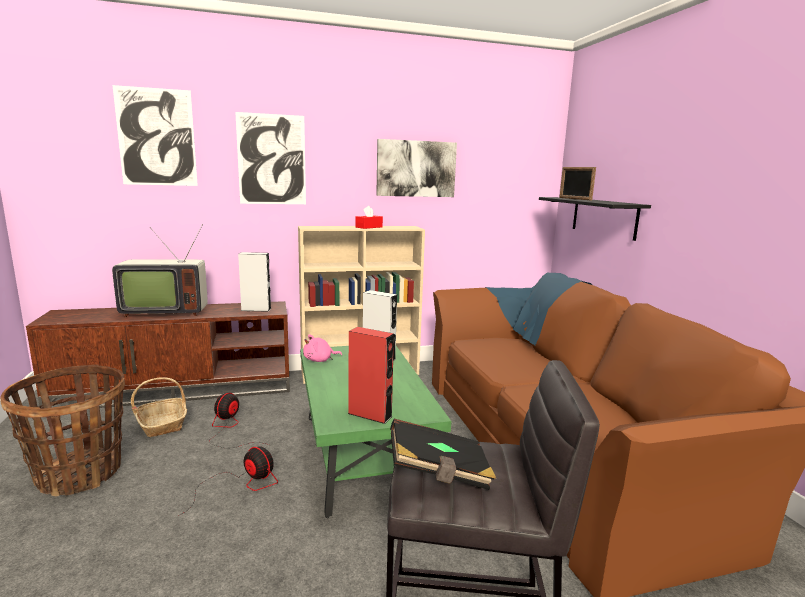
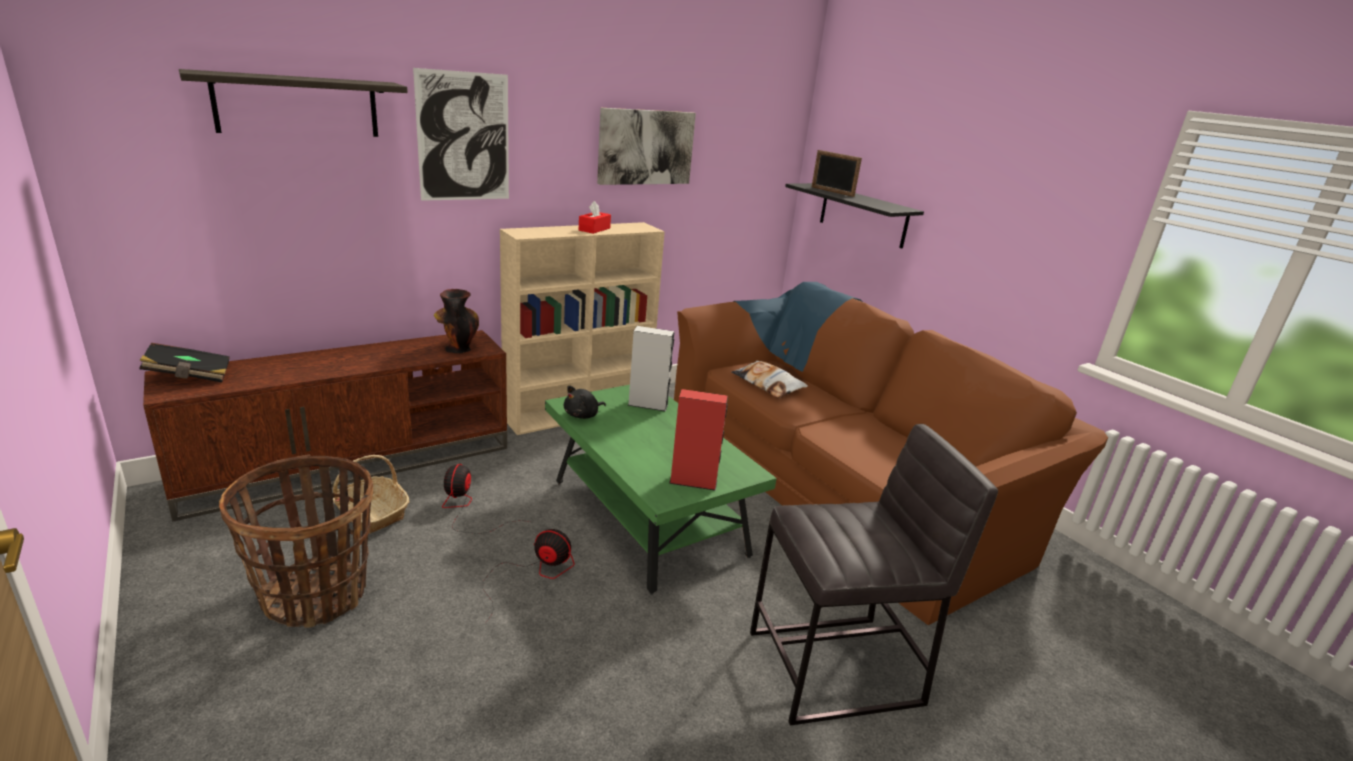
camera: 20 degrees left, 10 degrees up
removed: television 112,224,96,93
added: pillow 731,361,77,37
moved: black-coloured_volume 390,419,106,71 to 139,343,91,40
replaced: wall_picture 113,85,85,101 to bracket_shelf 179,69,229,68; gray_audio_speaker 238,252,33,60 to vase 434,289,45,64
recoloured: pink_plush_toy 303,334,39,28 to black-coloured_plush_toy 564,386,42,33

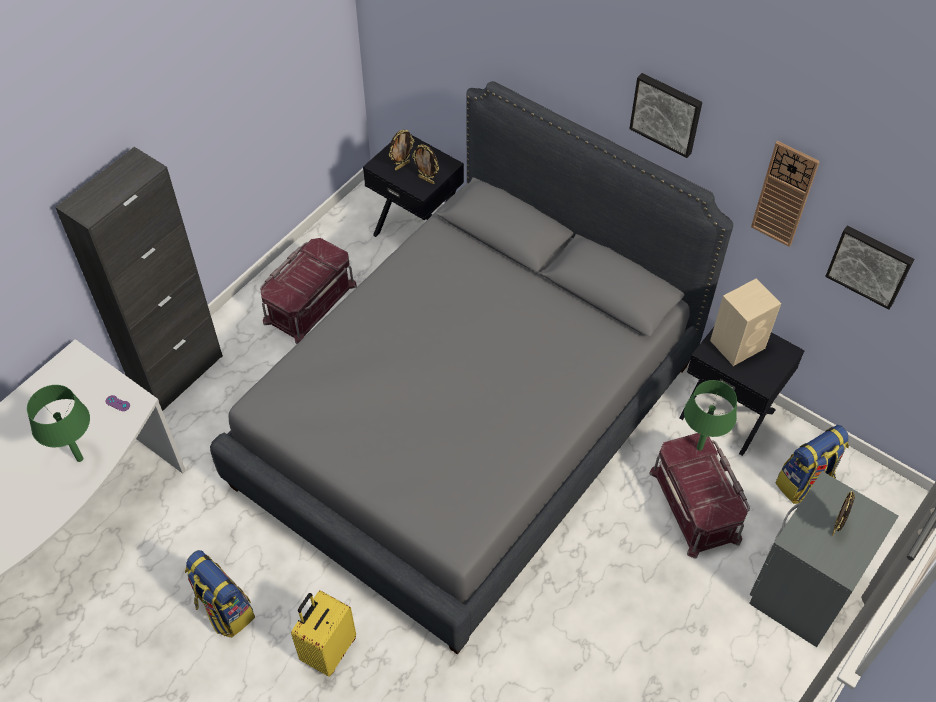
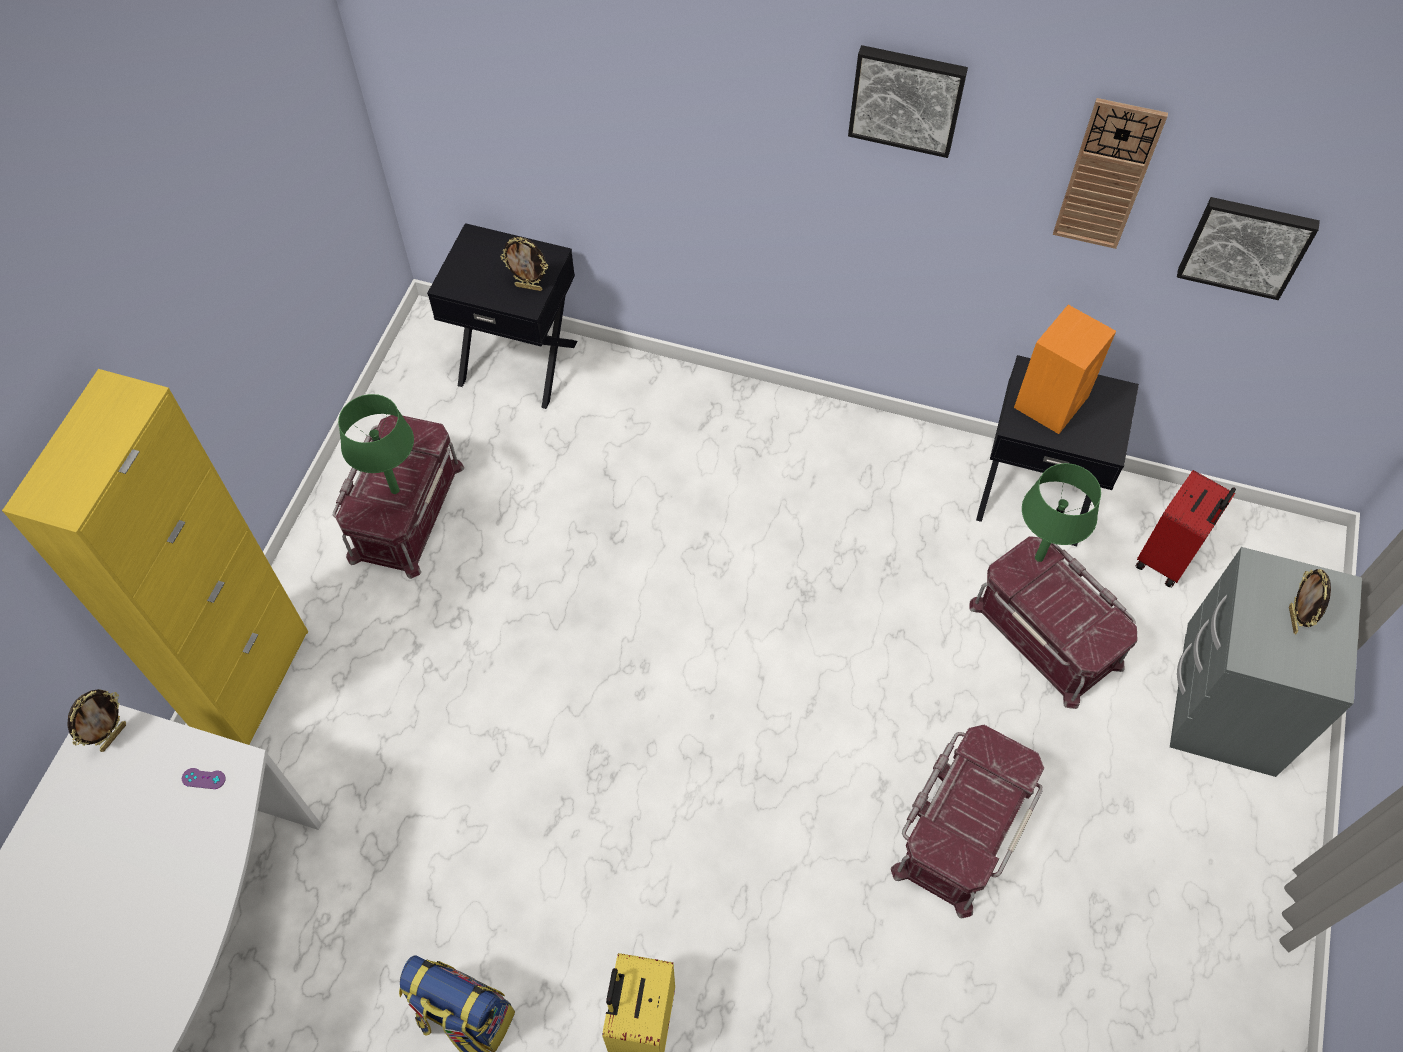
camera: 20 degrees left, 5 degrees up
removed: gray_bed 210,81,523,574
added: reddish_storage_bin 891,725,153,193
moved: standing_frame 389,130,25,40 to 67,689,59,63; green_lamp_for_a_table 27,385,63,77 to 338,394,76,100
replaced: knapsack 775,425,74,79 to reddish_piece_of_luggage 1135,470,101,117
recoloured: black-coloured_cupboard 55,147,168,264 to yellowish_cupboard 2,369,306,376; beige-coloured_audio_speaker 710,278,71,88 to orangey_audio_speaker 1014,305,102,129

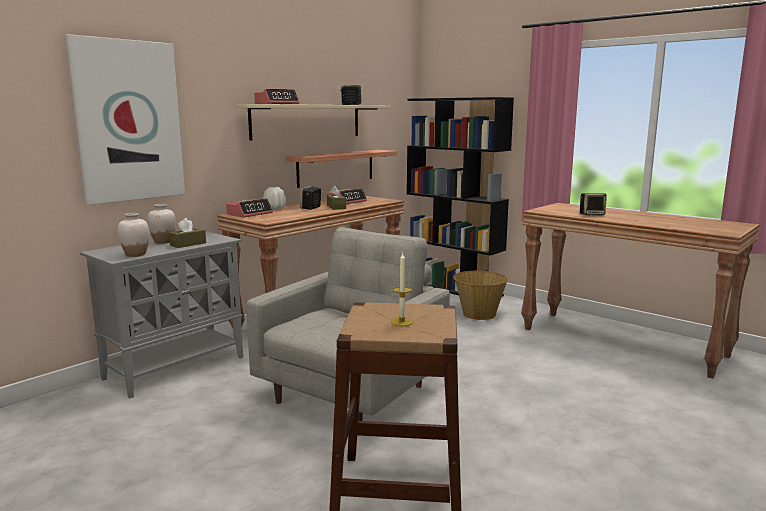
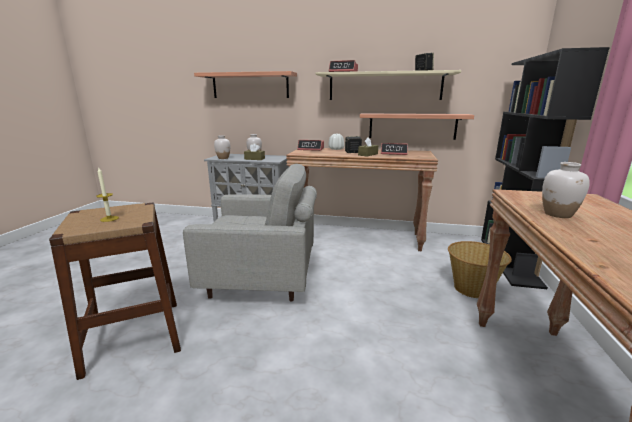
camera: 60 degrees right, 5 degrees up
replaced: wall_picture 65,34,120,171 to bracket_shelf 194,71,103,27; audio_speaker 580,193,27,22 to whitish_vase 542,162,48,56

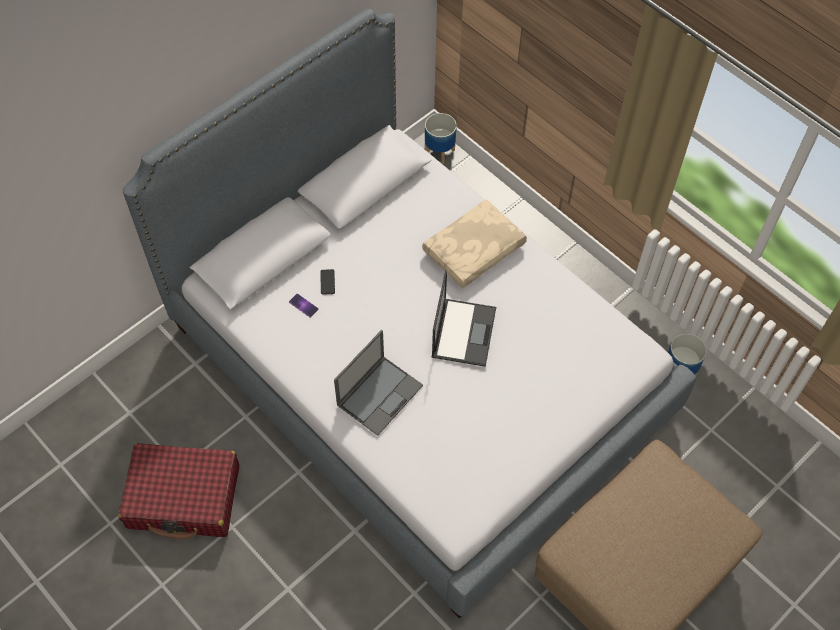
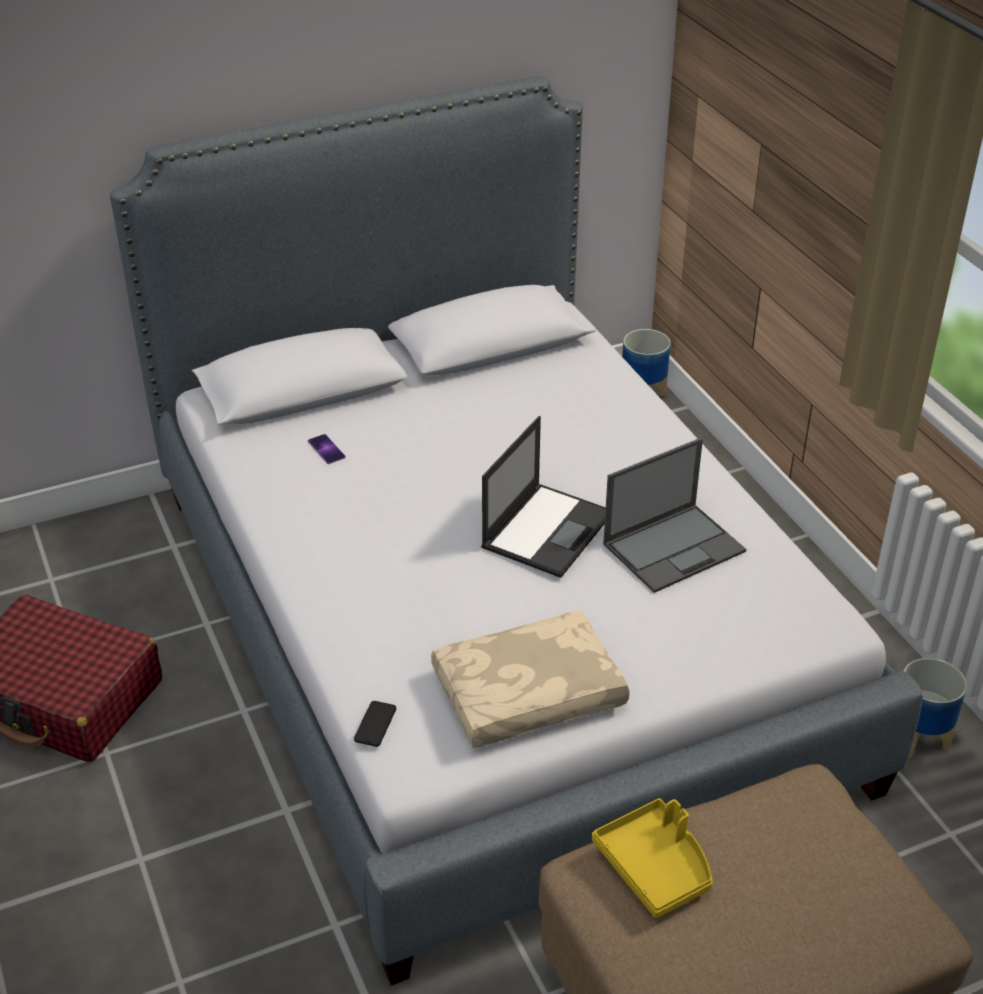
camera: 20 degrees right, 20 degrees down
added: yellowish_serving_tray 592,798,121,120
moved: beige-coloured_pillow 422,199,105,89 to 431,610,199,138; telephone 320,269,15,26 to 354,701,42,46; notebook_computer 334,330,89,106 to 603,438,143,155

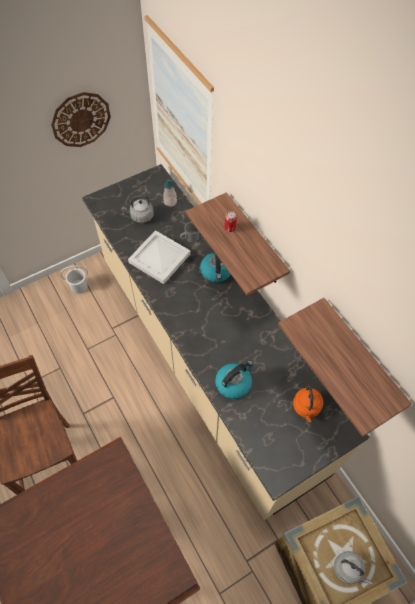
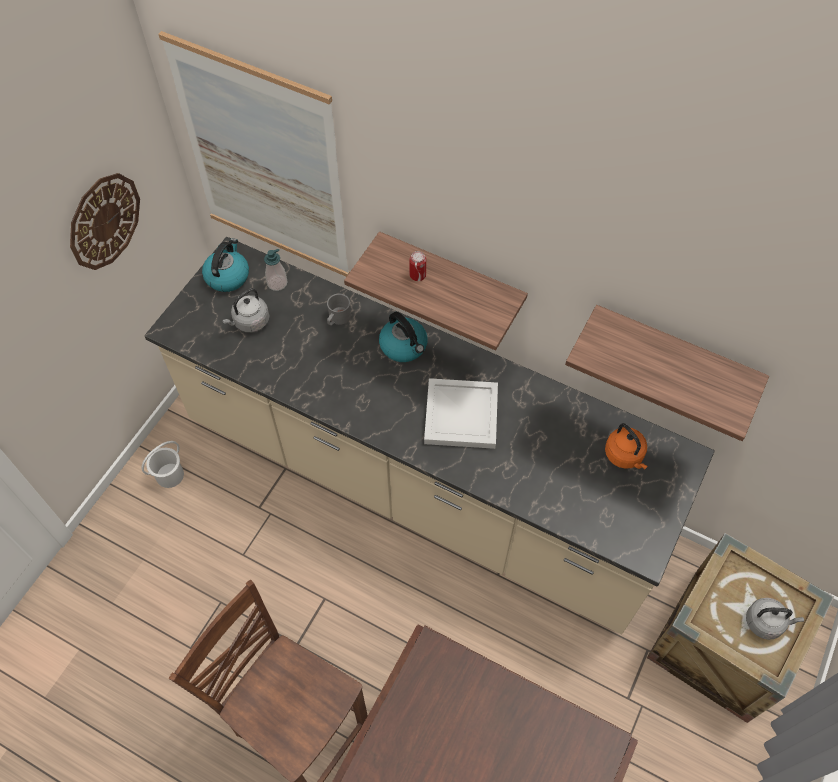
camera: 30 degrees left, 0 degrees up
moved: whitish_serving_tray 128,230,63,54 to 424,378,74,71; water_kettle 215,360,38,39 to 202,238,47,54

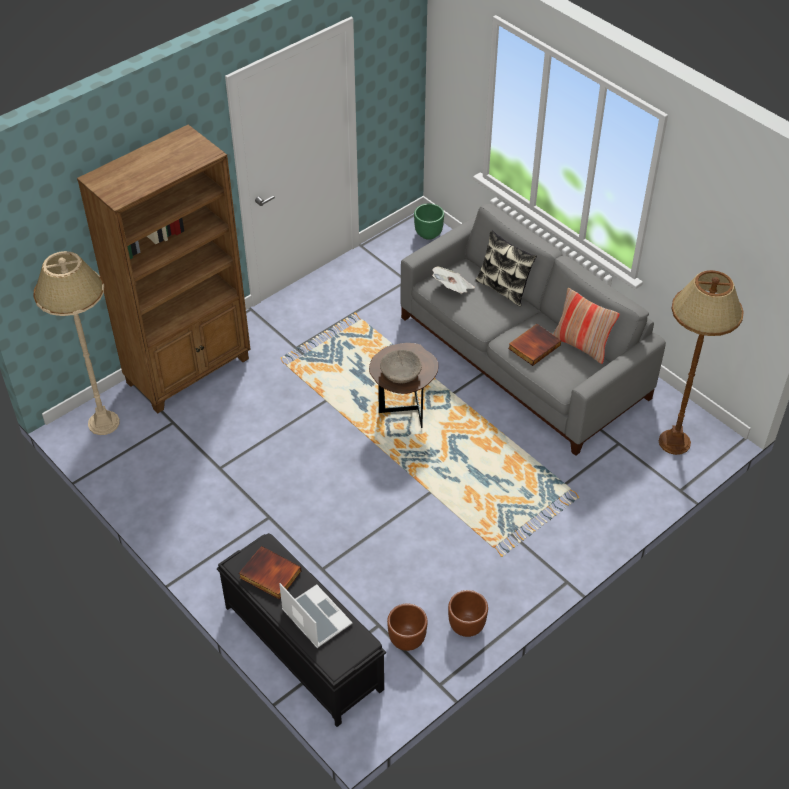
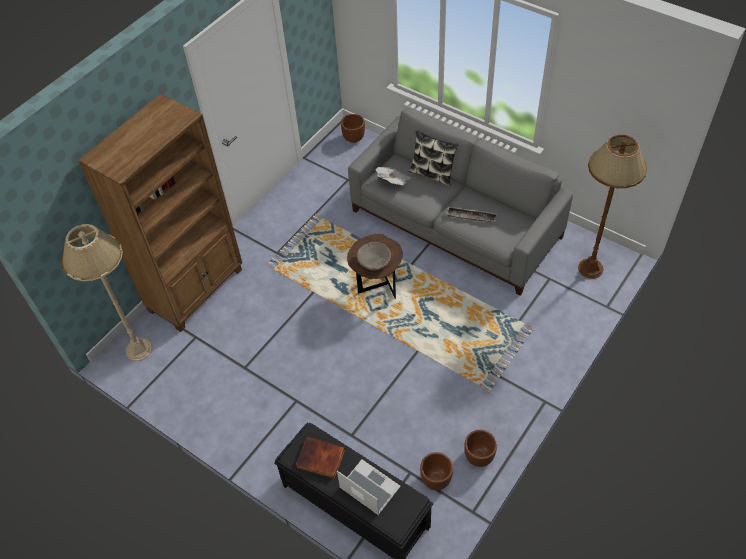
camera: 10 degrees left, 5 degrees up
removed: pillow 553,288,67,76
replaced: volume 508,324,53,42 to serving_tray 446,207,51,15
recoloured: green_flower_pot 414,203,30,37 to brownish_flower_pot 341,114,24,29

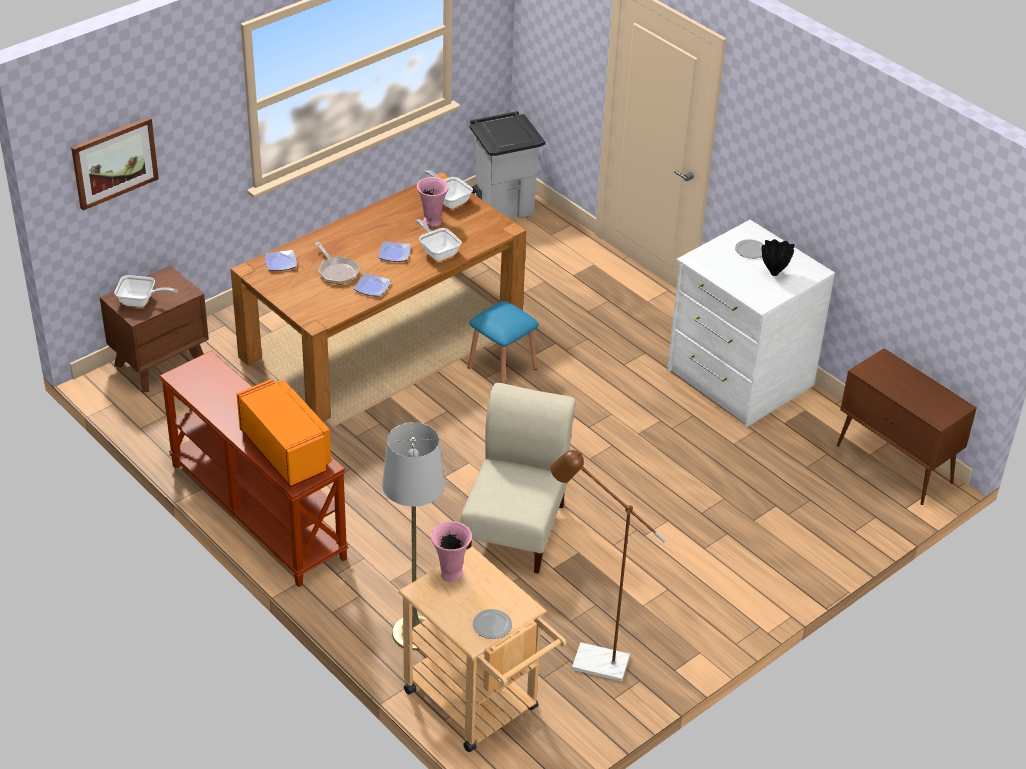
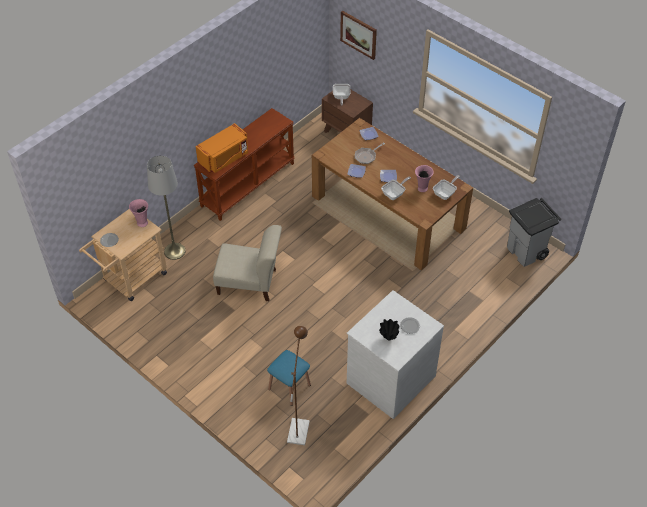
camera: 85 degrees right, 10 degrees up
removed: brownish_cupboard 837,348,140,157
moved: blue-coloured_sitting_stool 468,301,71,83 to 267,350,44,56; brownish_standard_lamp 550,450,116,232 to 287,326,23,119

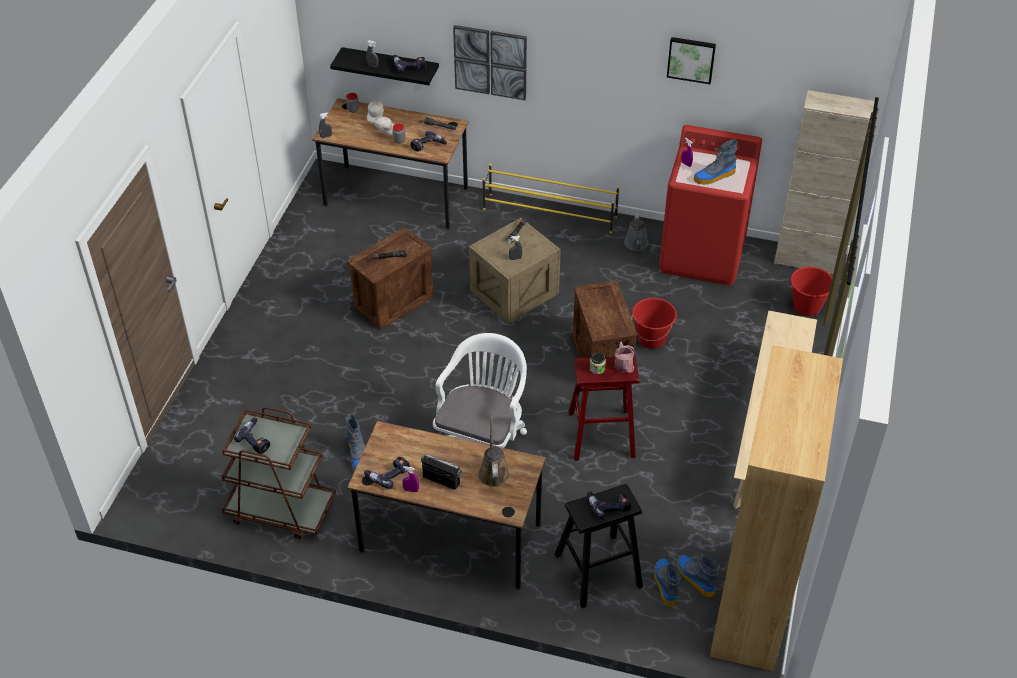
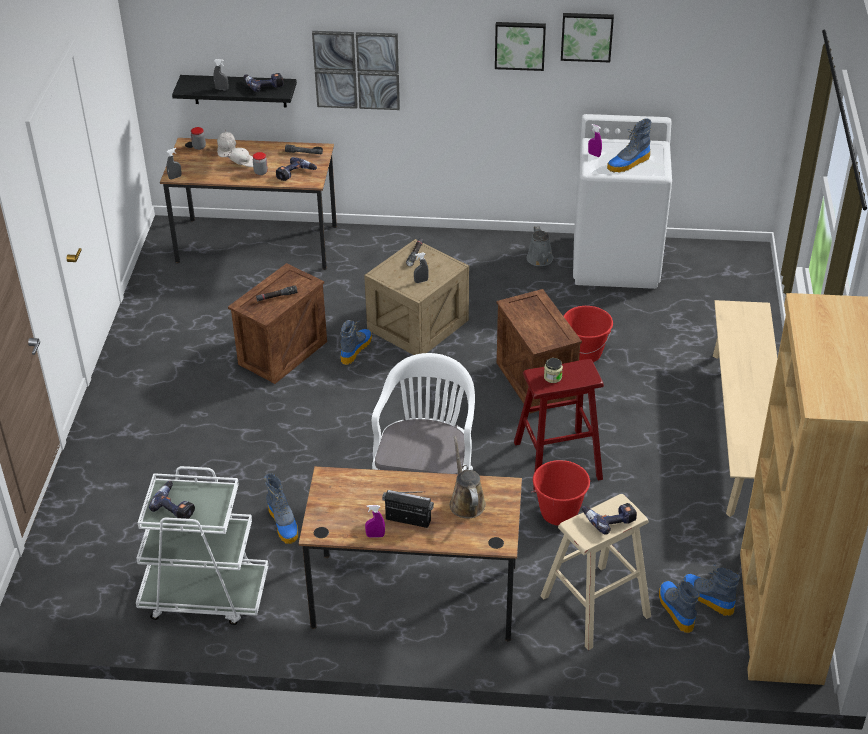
camera: 10 degrees left, 5 degrees down
removed: beige-coloured_cupboard 774,90,101,184; yellowish_shoe_rack 483,164,136,69; watering_pot 614,342,21,31; electric_drill 364,457,46,32
added: wall_picture 495,22,51,49; high-top_boot 340,320,32,45
moved: reddish_pail 788,266,44,50 to 532,460,58,66
recoloured: reddish_washing_machine 659,125,103,161 to whitish_washing_machine 573,114,99,175; brownish_wheeled_cart 222,407,114,132 to whitish_wheeled_cart 136,466,132,159; black-coloured_sitting_stool 555,484,88,124 to beige-coloured_sitting_stool 541,494,110,157

